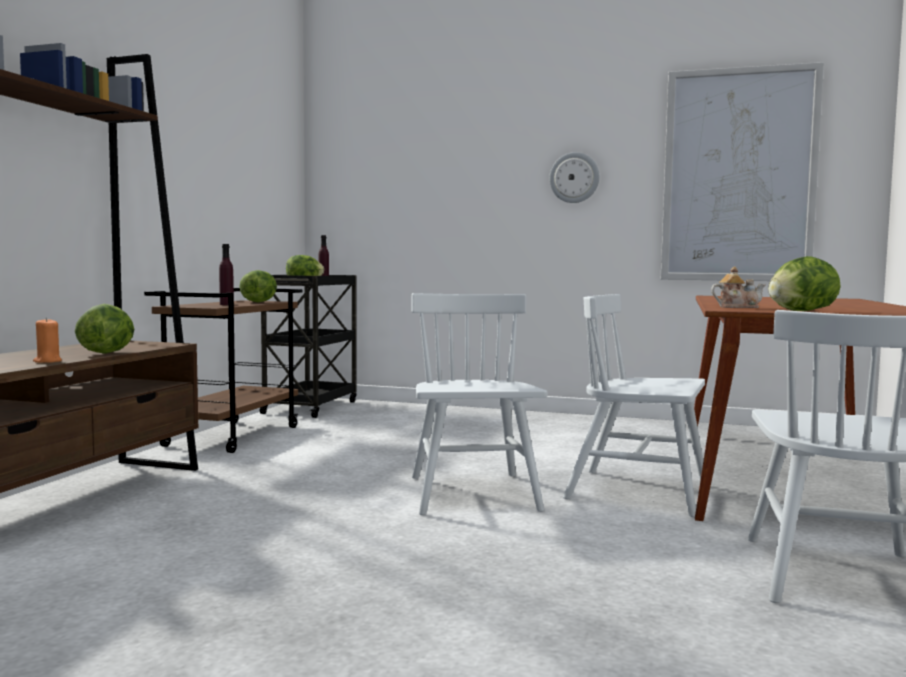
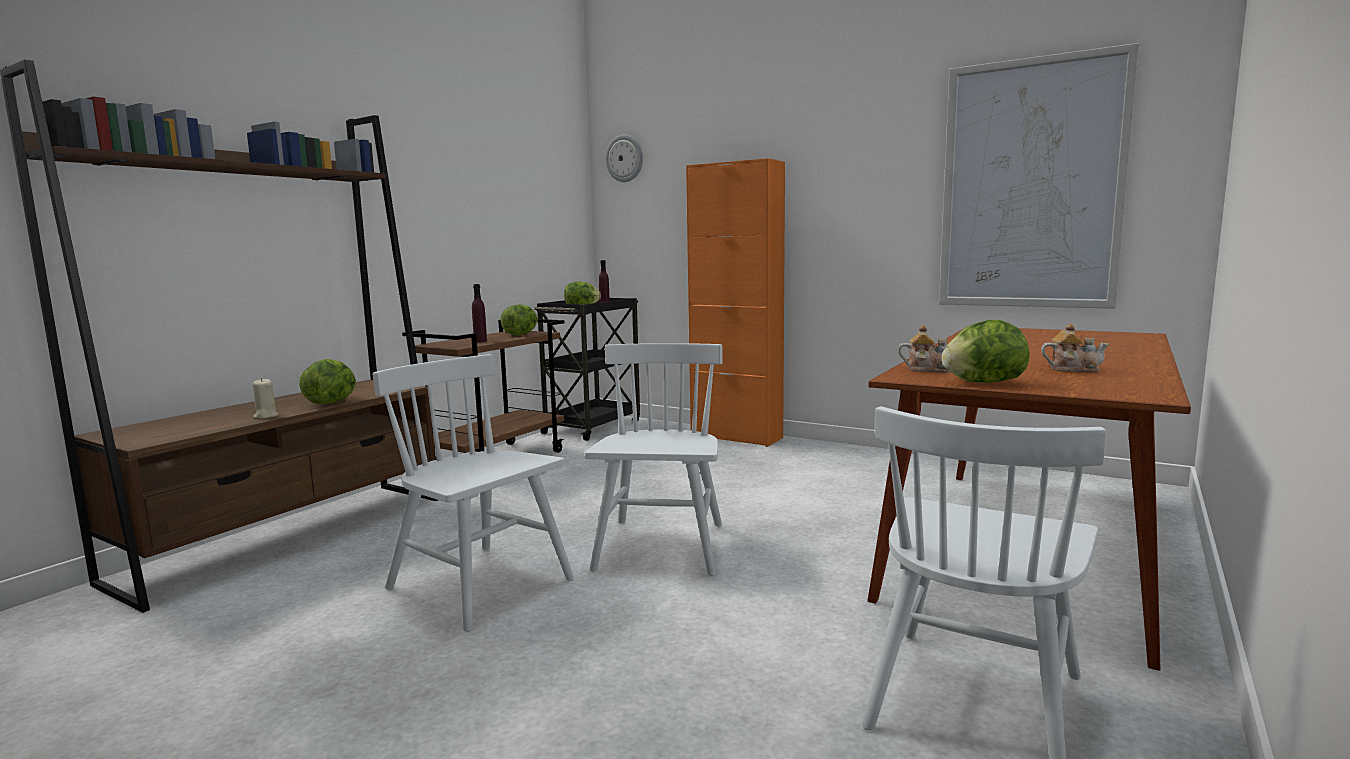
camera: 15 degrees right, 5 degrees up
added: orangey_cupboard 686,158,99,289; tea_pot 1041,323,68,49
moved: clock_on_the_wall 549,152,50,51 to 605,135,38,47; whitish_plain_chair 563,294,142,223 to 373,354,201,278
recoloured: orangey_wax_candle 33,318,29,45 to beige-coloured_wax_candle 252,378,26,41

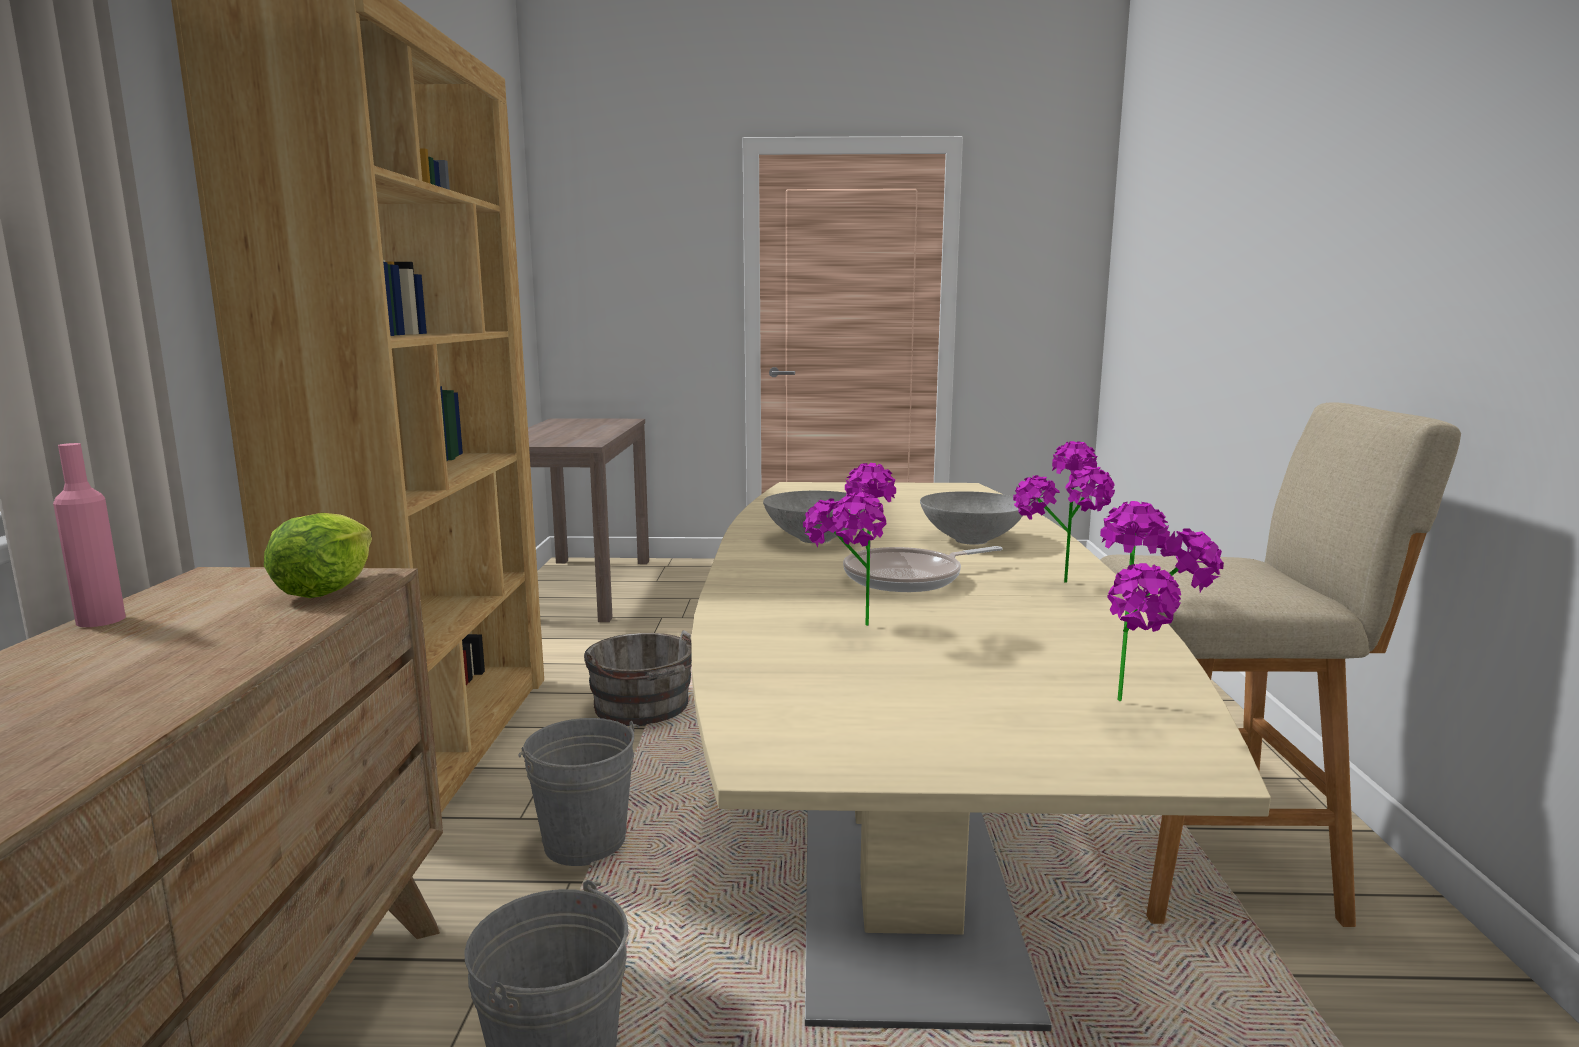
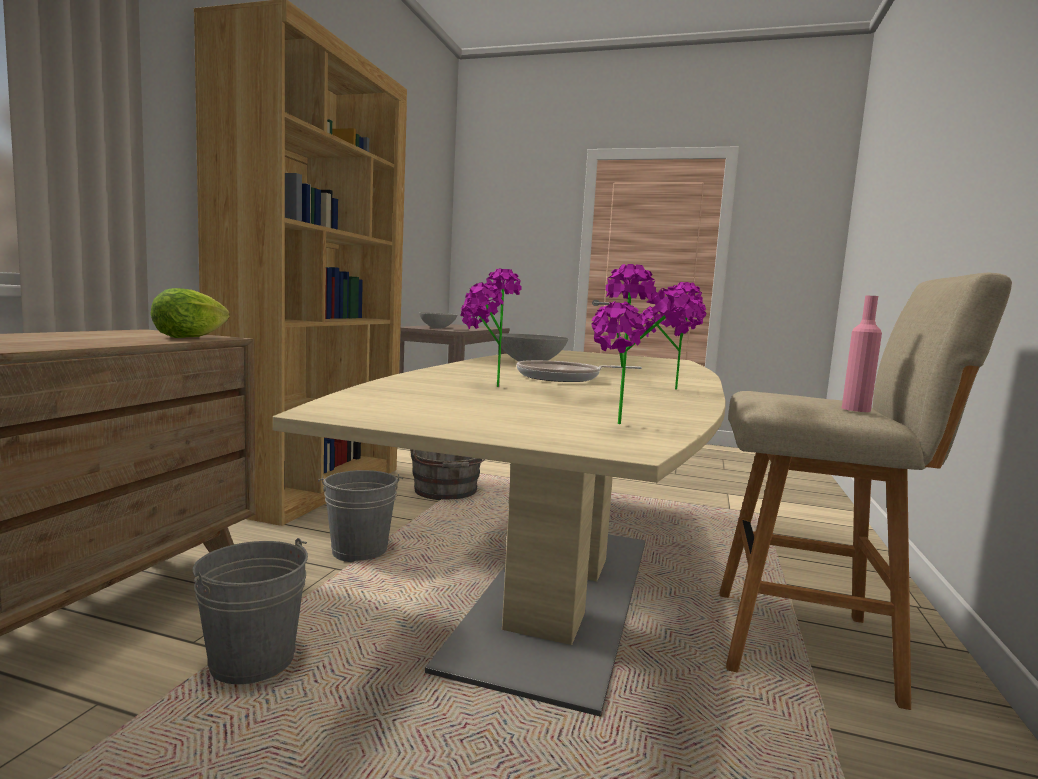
camera: 15 degrees right, 5 degrees down
moved: pink_beverage_bottle 53,443,73,184 to 842,296,40,116; gray_bowl 920,491,102,54 to 419,312,39,17

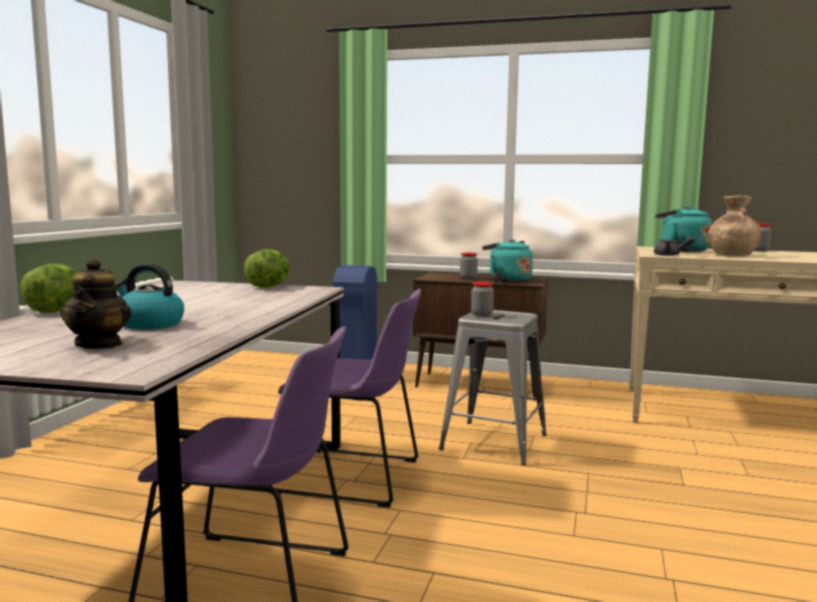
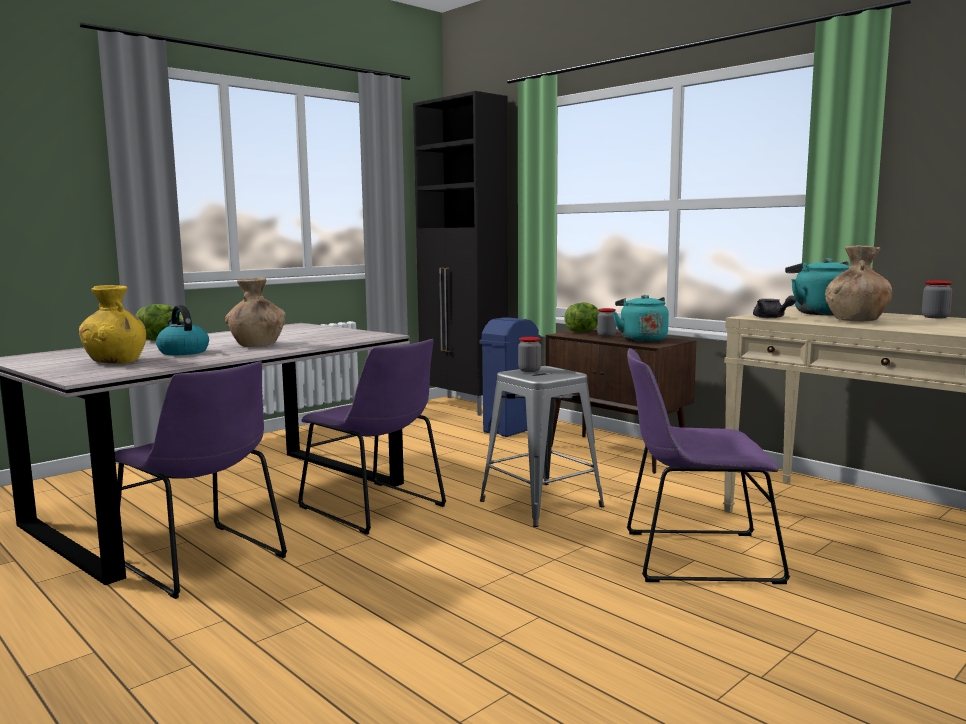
camera: 30 degrees right, 0 degrees up
added: black-coloured_cupboard 413,91,95,325; brownish_vase 225,277,61,70; purplish_plain_chair 627,348,163,236
moved: head_of_lettuce 244,249,45,39 to 564,302,36,31
replaced: tea_pot 60,258,71,91 to yellowish_vase 79,285,67,79

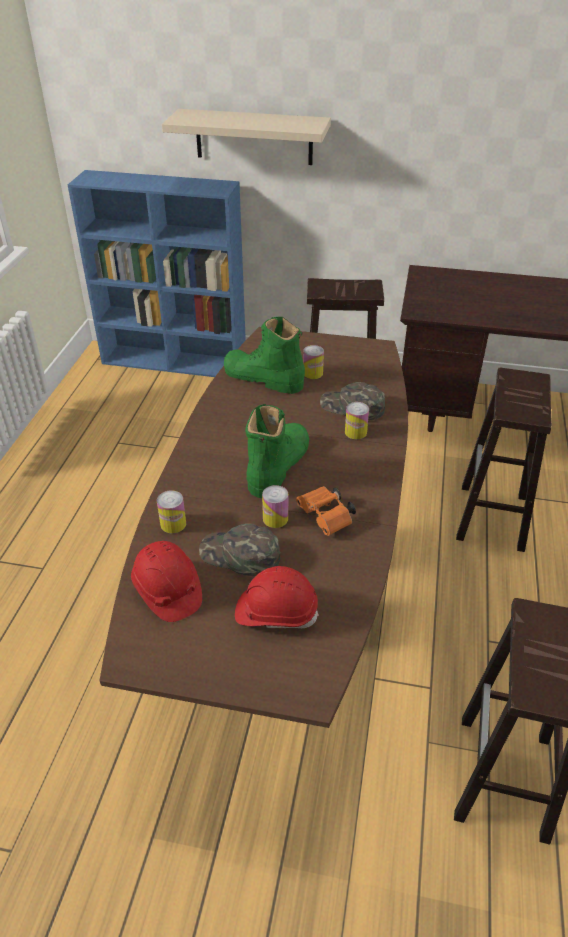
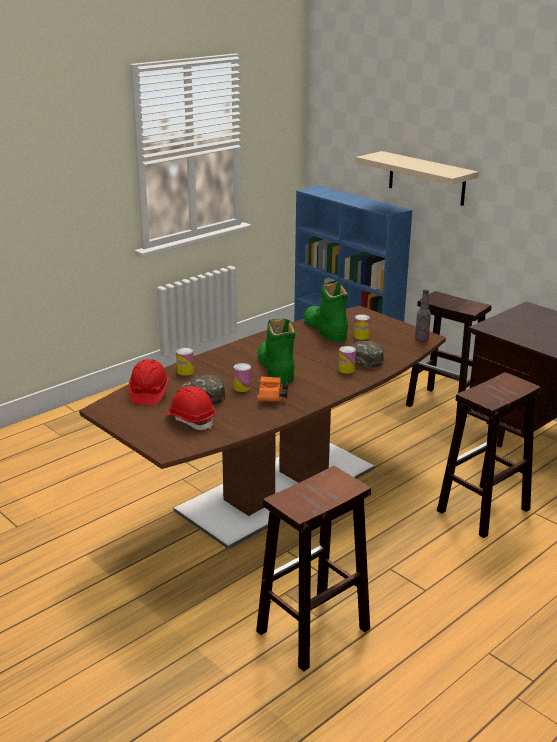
camera: 35 degrees right, 15 degrees down
added: beverage_bottle 415,290,16,52
turned: green_high-top_boot 245,404,64,94 = 258,319,37,65 75 degrees counterclockwise

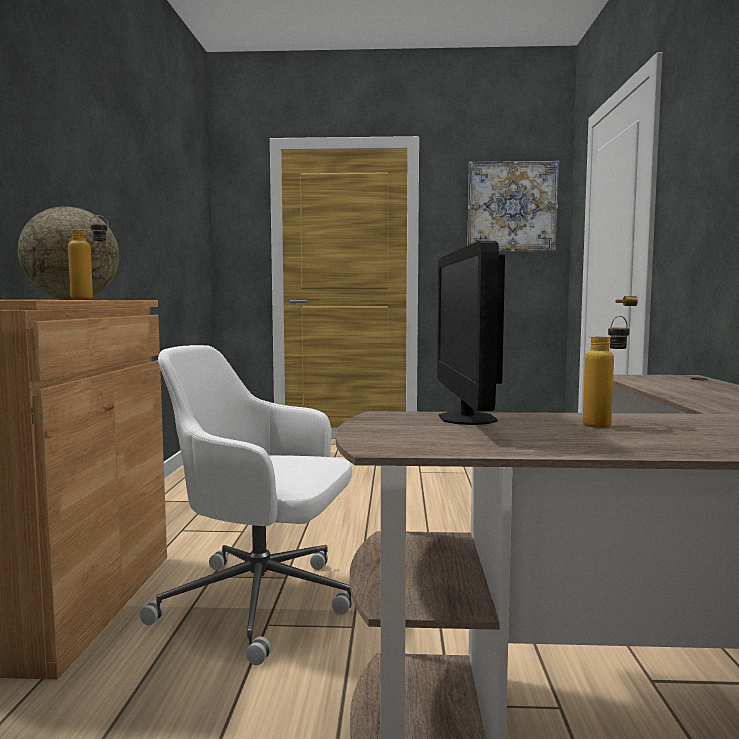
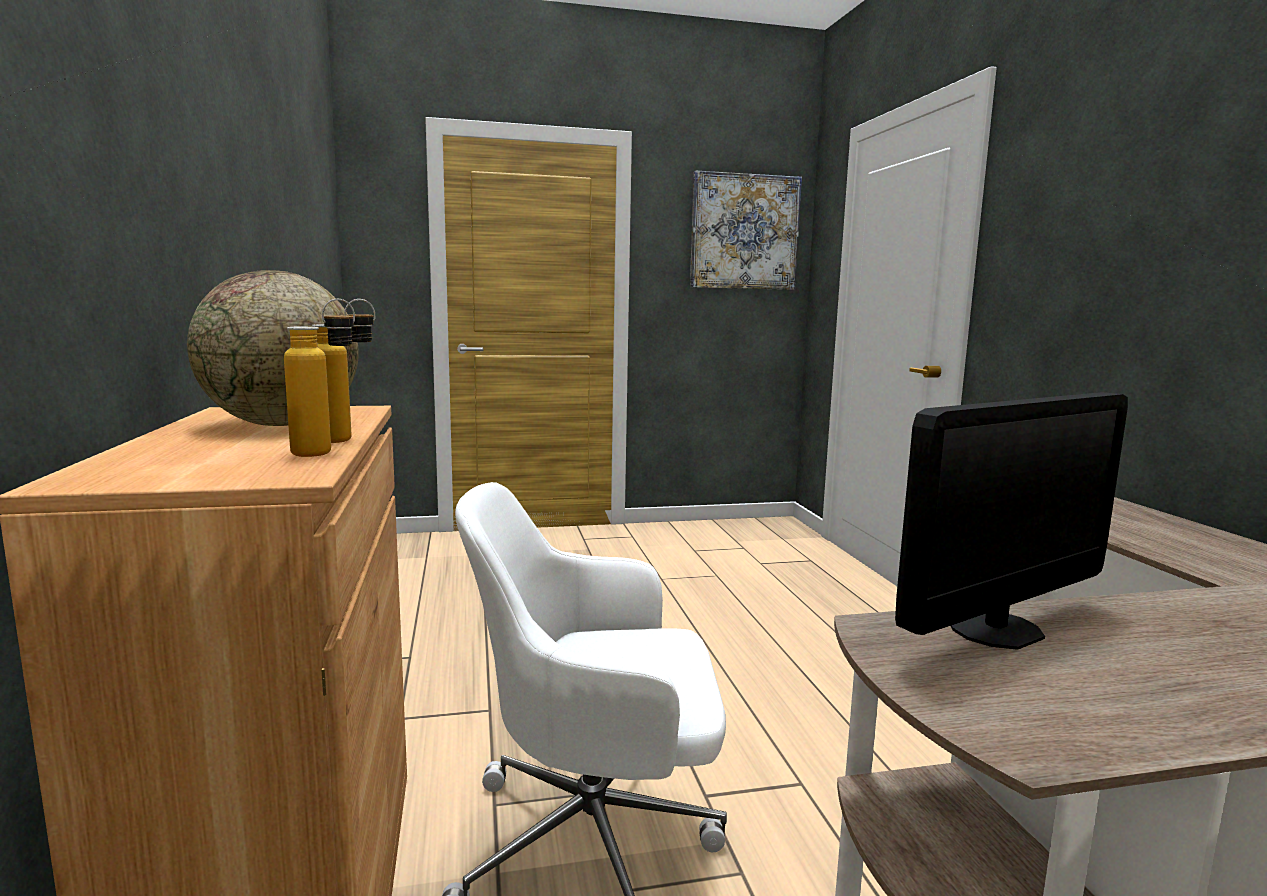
camera: 15 degrees left, 5 degrees up
moved: beverage_bottle 583,316,47,112 to 284,299,71,158
turned: monitor 437,241,68,184 = 895,392,233,258 105 degrees counterclockwise

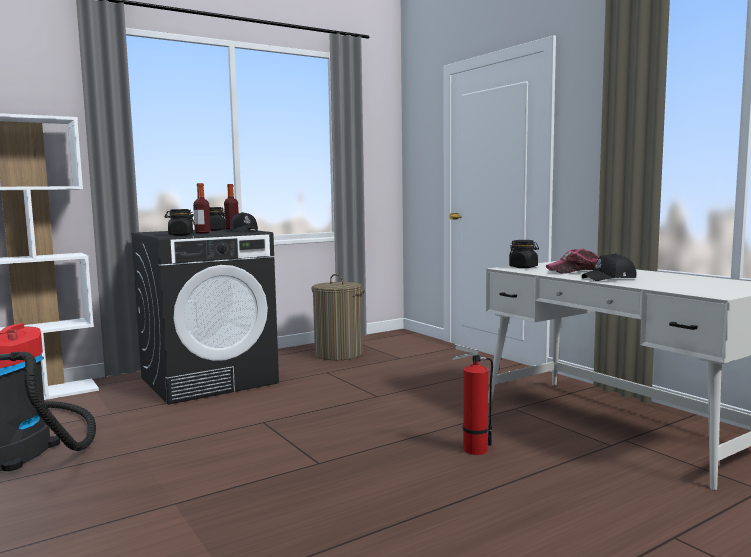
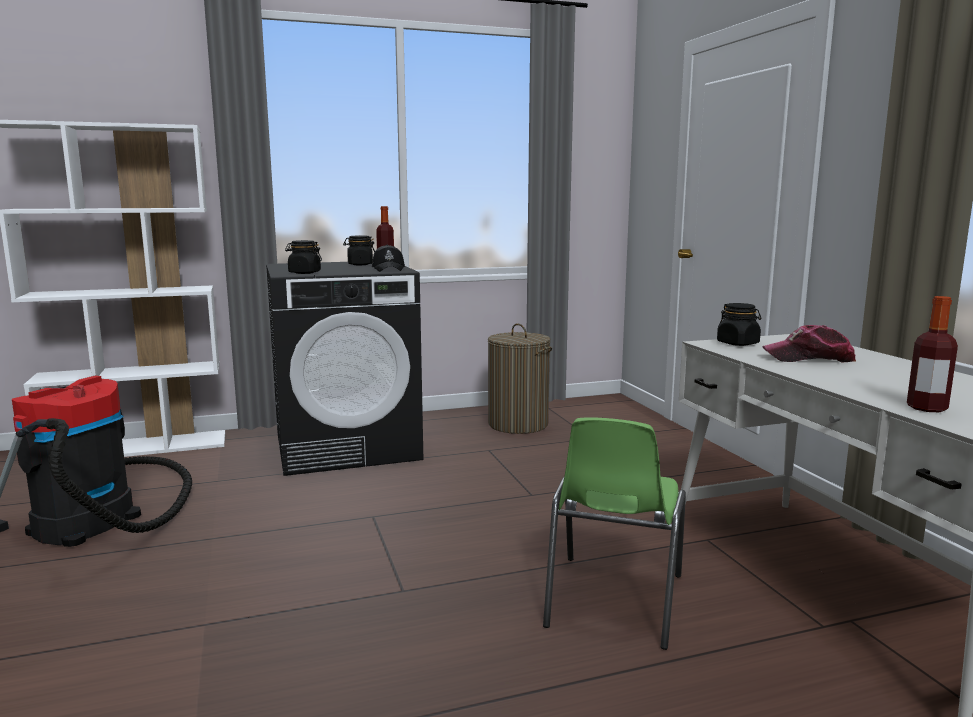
camera: 15 degrees right, 5 degrees up
removed: black-coloured_baseball_cap 581,253,55,28
moved: beverage_bottle 193,183,18,50 to 907,296,51,116
replaced: extinguisher 452,344,41,111 to green_plain_chair 543,417,143,233

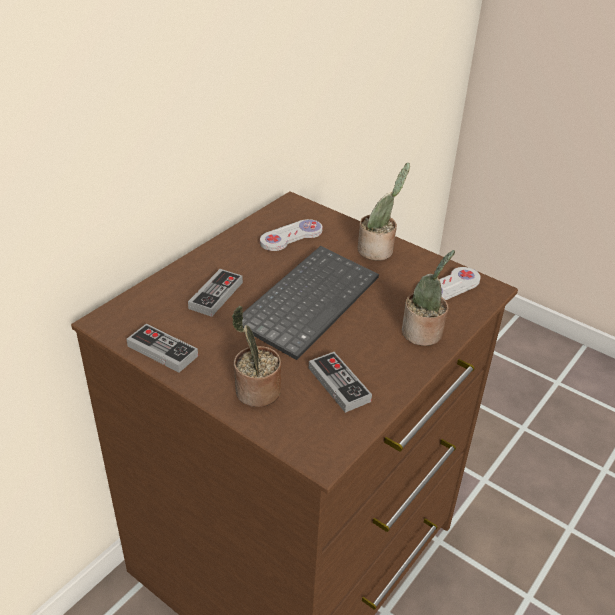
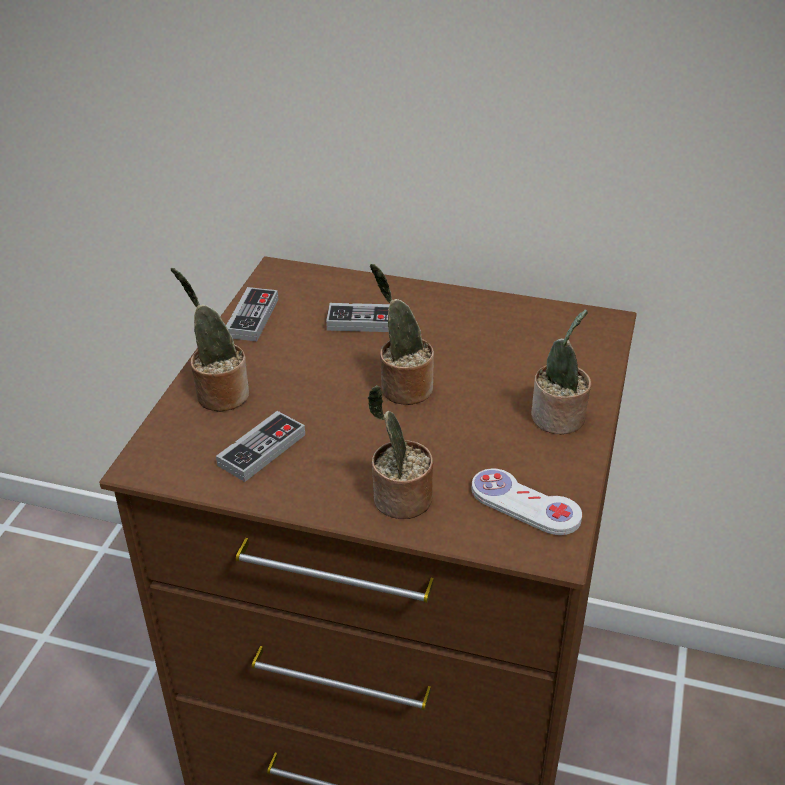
camera: 70 degrees right, 0 degrees up
removed: whitish_joypad 260,219,63,32
replaced: computer_keyboard 242,246,137,114 to houseplant 370,264,64,141

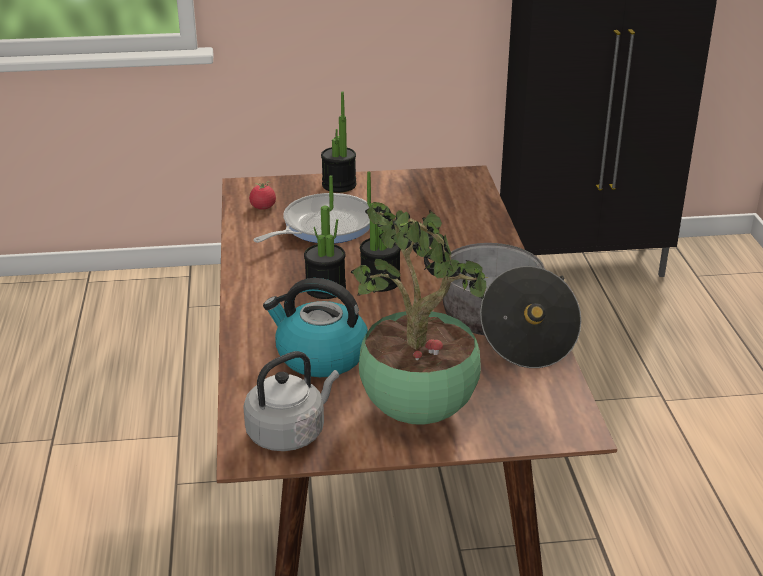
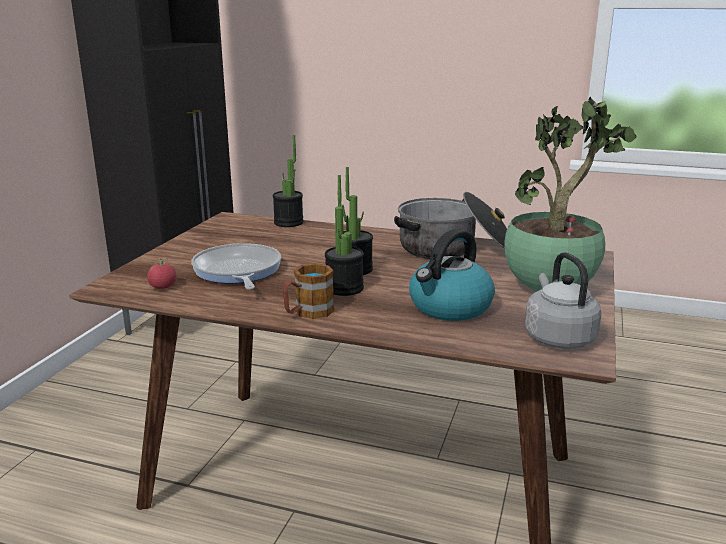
camera: 65 degrees left, 10 degrees down
added: coffee_mug 283,263,51,56
moved: houseplant 321,92,35,101 to 273,135,31,92

